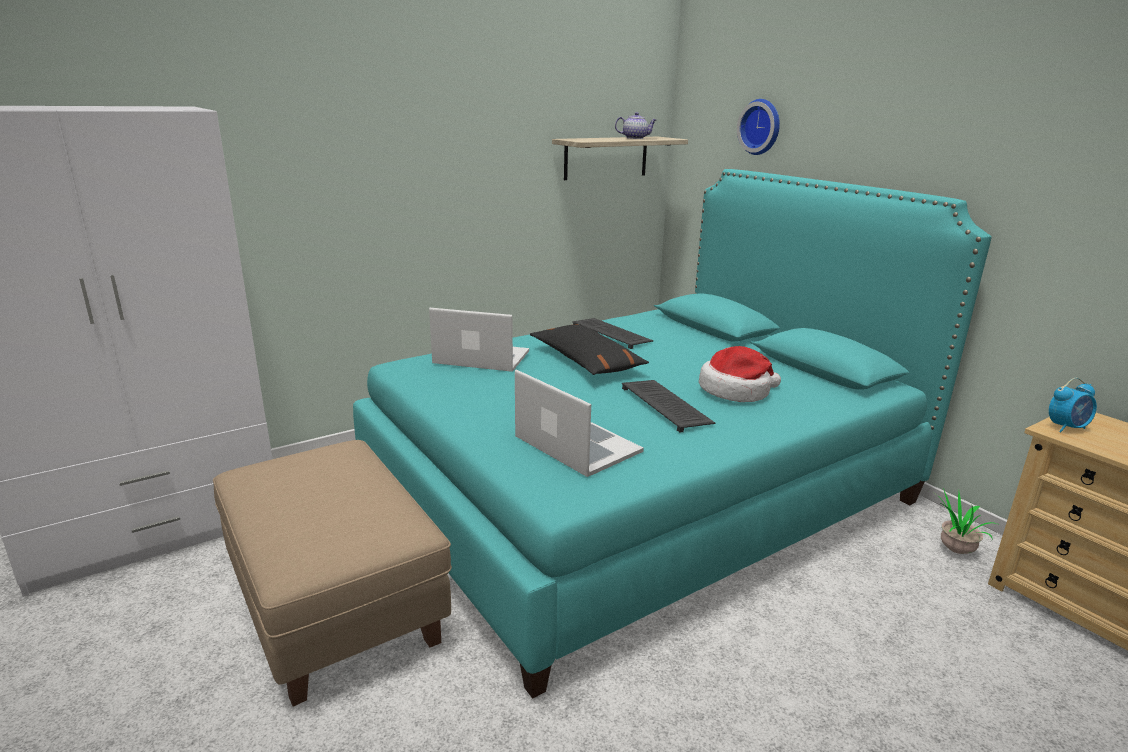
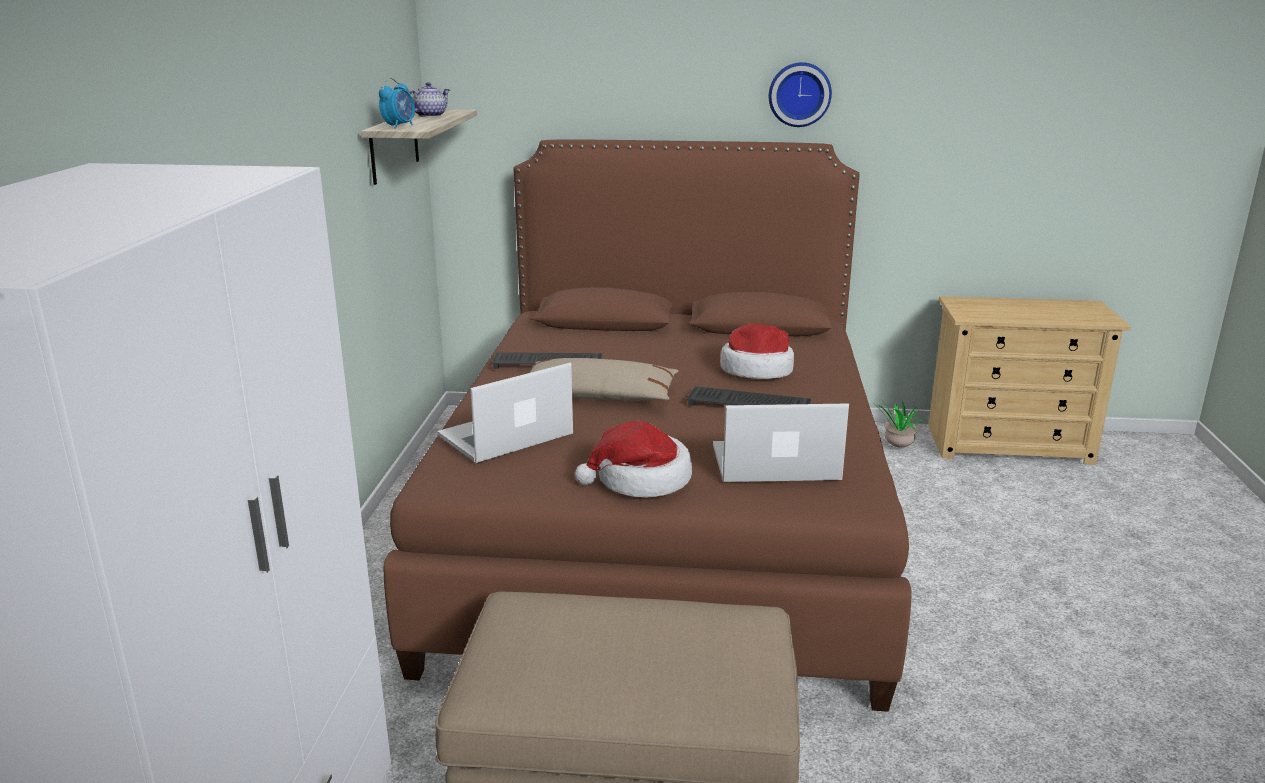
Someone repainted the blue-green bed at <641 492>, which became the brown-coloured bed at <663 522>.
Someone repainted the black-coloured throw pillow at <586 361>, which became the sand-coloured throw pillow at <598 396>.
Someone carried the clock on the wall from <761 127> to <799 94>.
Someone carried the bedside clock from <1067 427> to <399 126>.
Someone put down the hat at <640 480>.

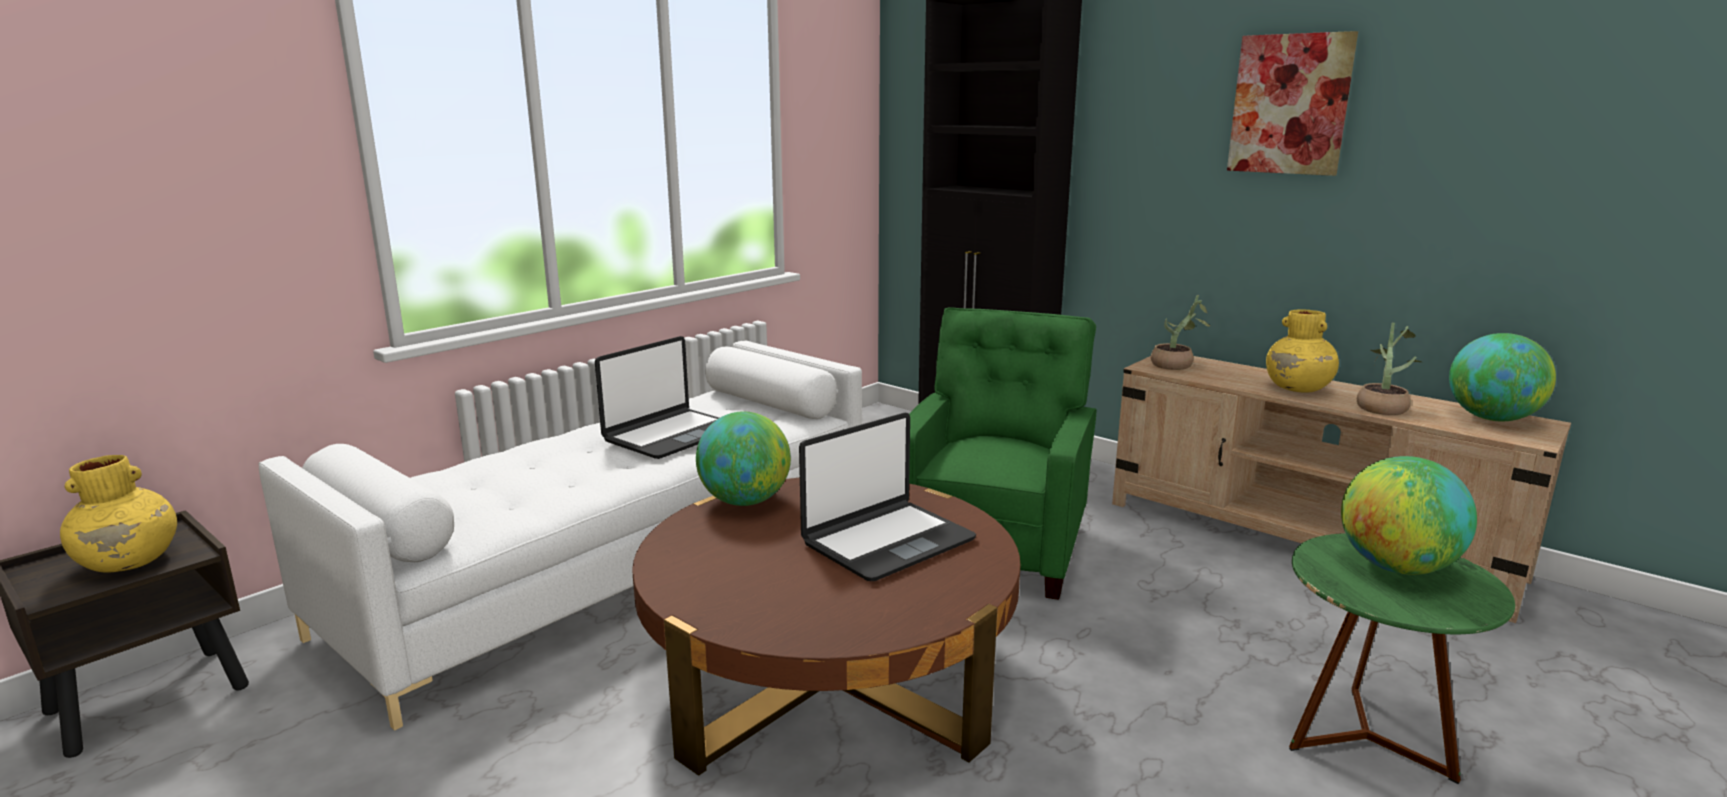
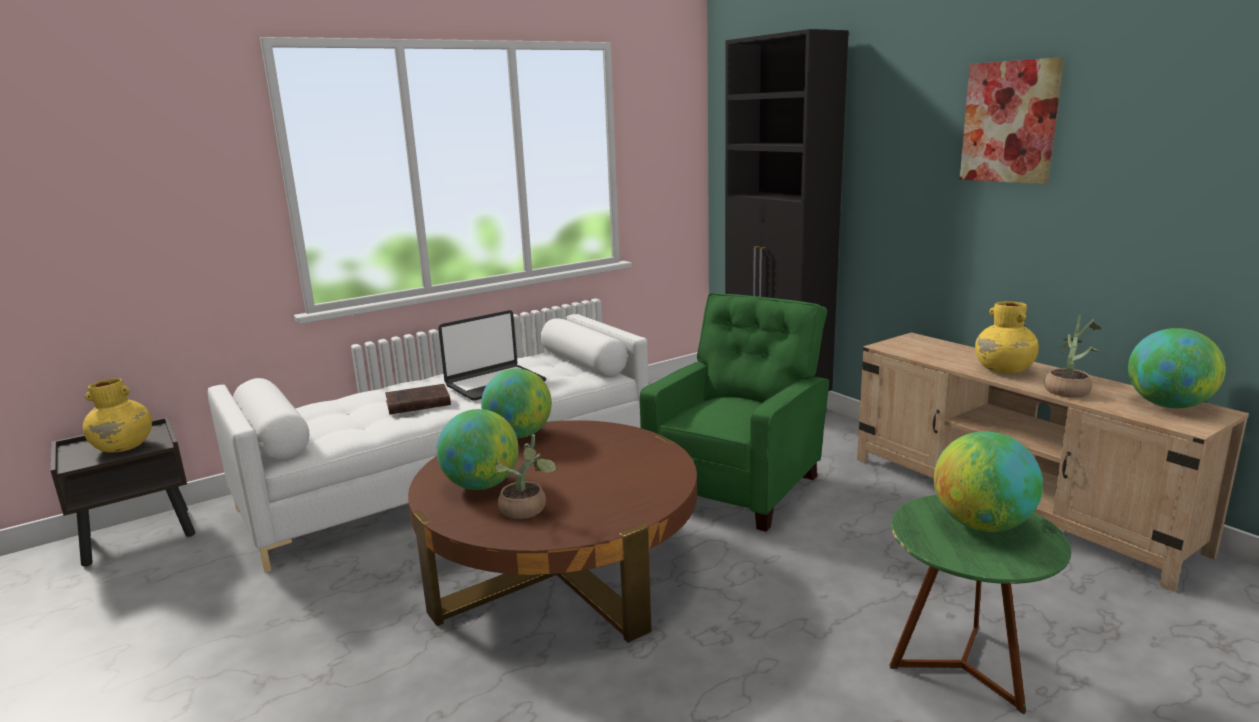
Someone took away the notebook computer at <887 541>.
Someone carried the potted plant from <1177 366> to <527 511>.
Someone put down the brown-coloured book at <416 404>.
Someone put down the world globe at <481 485>.

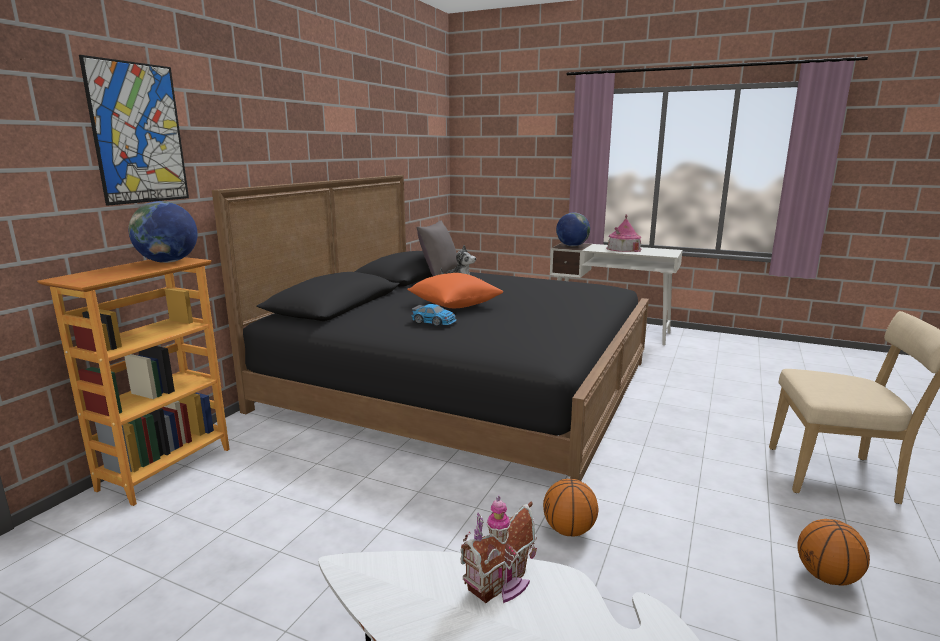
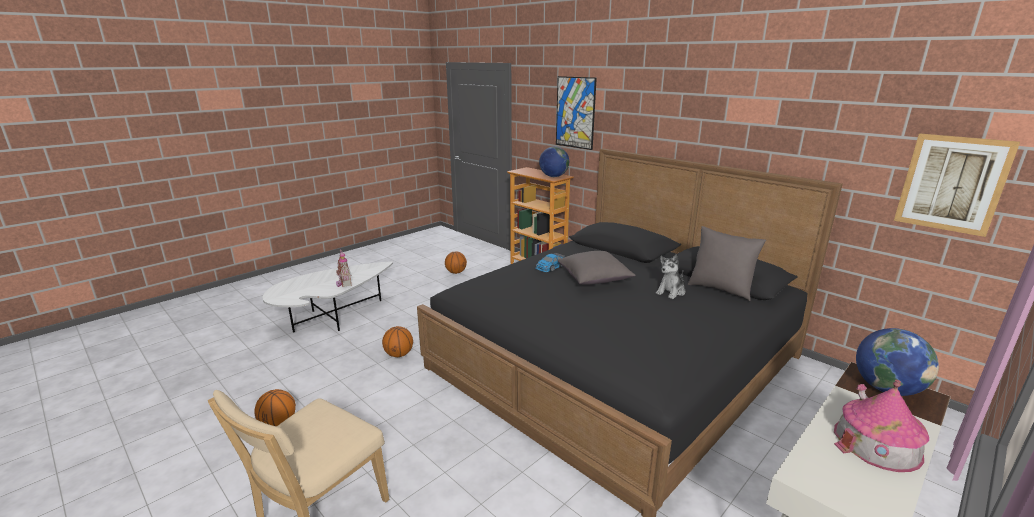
Someone repainted the orange throw pillow at <454 305>, which became the grey throw pillow at <594 279>.
Someone put down the ball for basketball at <456 272>.
Someone put up the wall art at <952 184>.

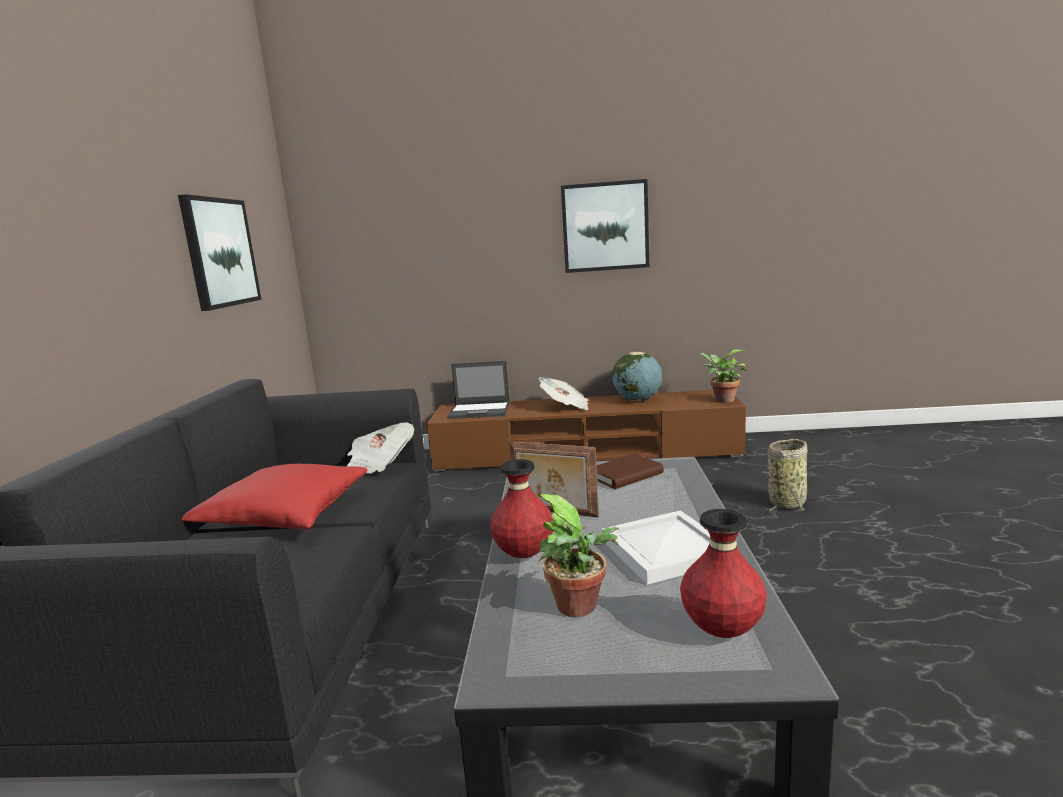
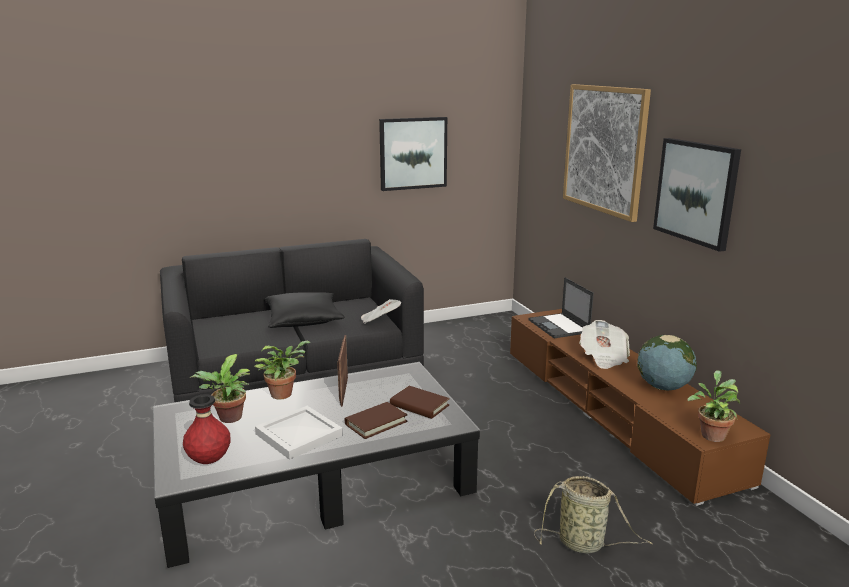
Someone repainted the red throw pillow at <285 516>, which became the black-coloured throw pillow at <303 320>.
Someone swapped the red flower vase at <524 554> for the potted plant at <283 393>.
Someone put down the brown-coloured book at <376 423>.
Someone put up the wall art at <604 149>.

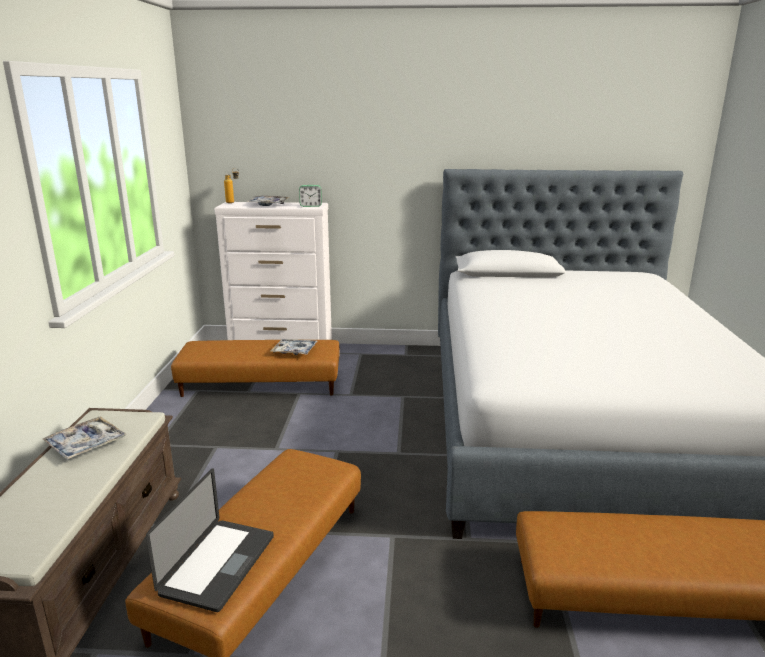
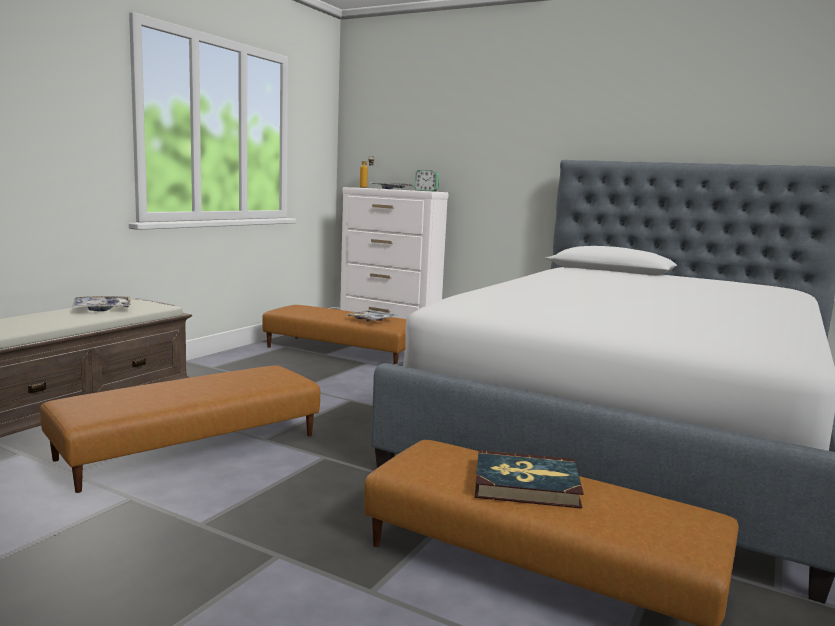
Someone took away the notebook computer at <218 565>.
Someone put down the book at <526 484>.

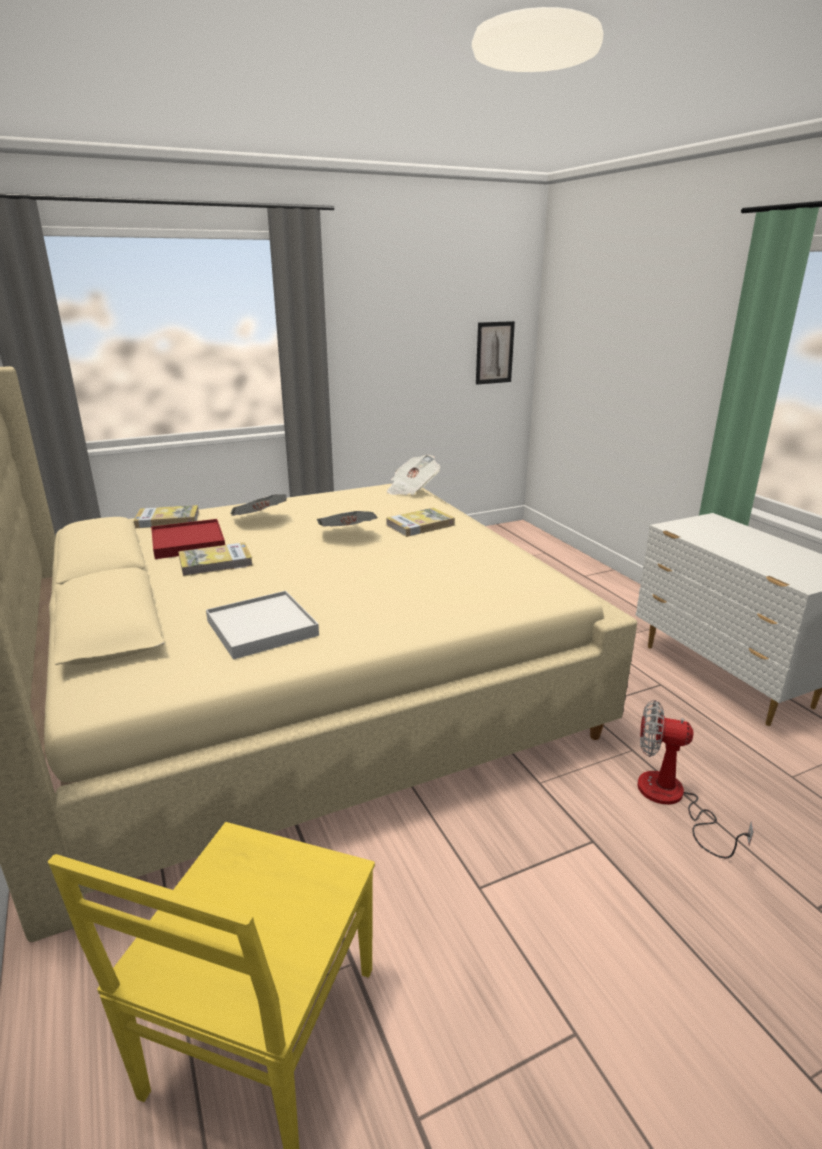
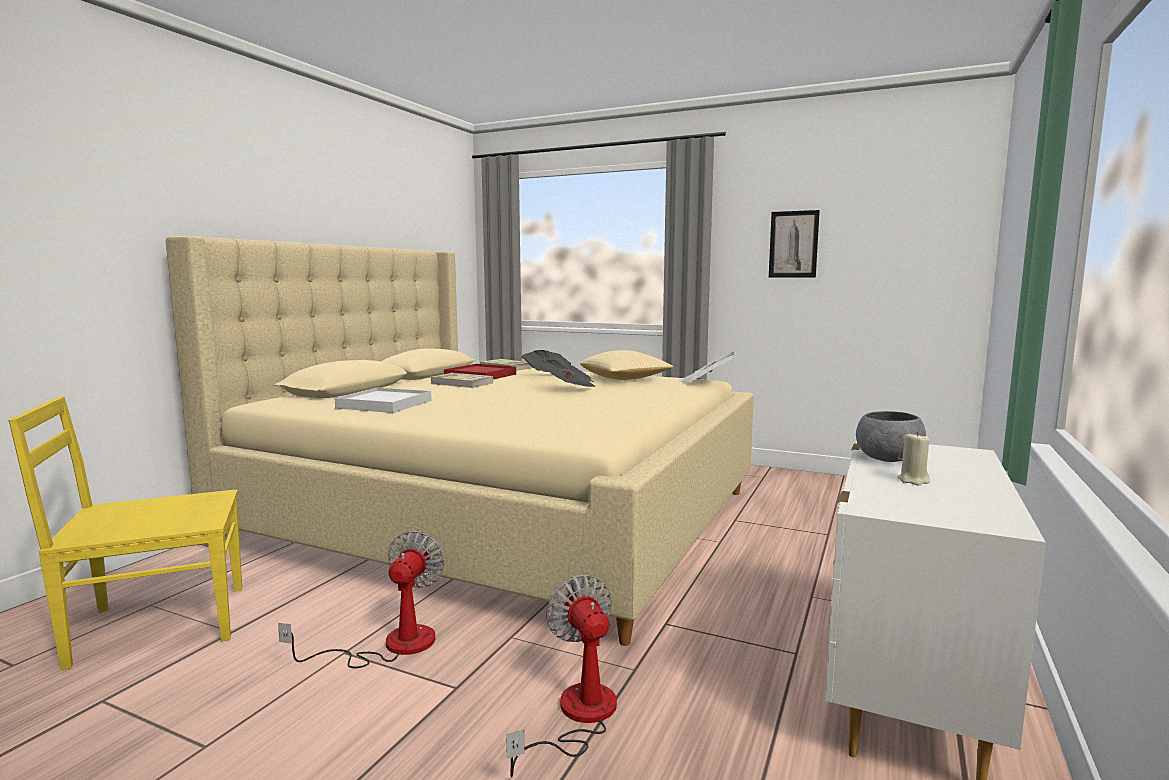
Someone took away the book at <420 525>.
Someone carried the wall art from <494 353> to <793 244>.
Someone put down the cooling fan at <391 646>.
Someone put down the throw pillow at <625 379>.
Someone put down the grey serving bowl at <886 459>.
Someone put down the sand-coloured wax candle at <913 480>.

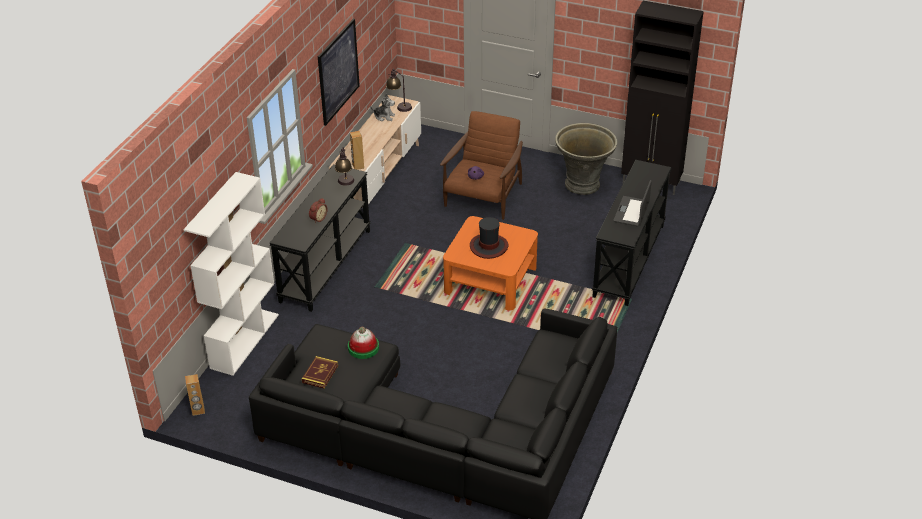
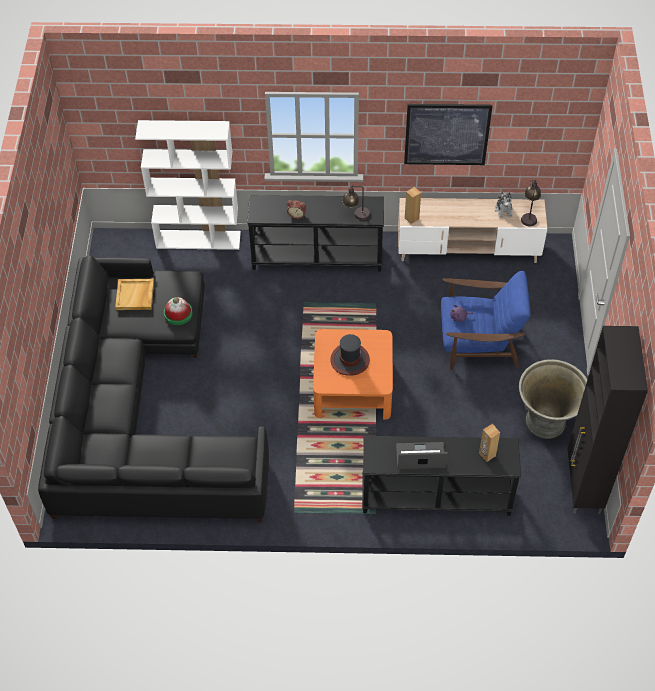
Someone carried the brown-coloured loudspeaker from <198 410> to <487 454>.
Someone swapped the book at <320 374> for the sand-coloured tray at <135 296>.
Someone repainted the brown-coloured easy chair at <483 197>, which became the bluish easy chair at <478 342>.

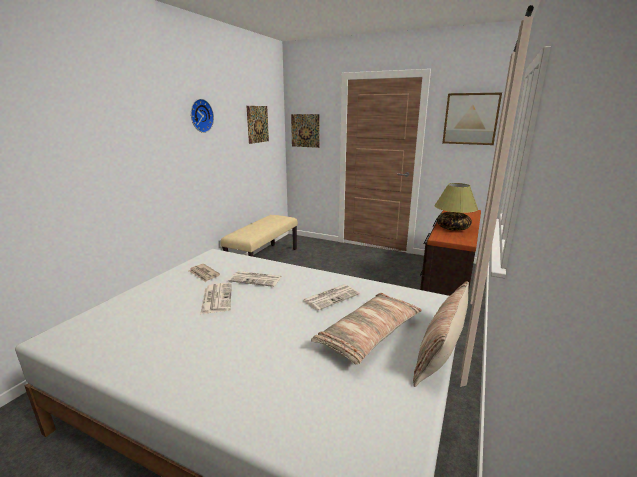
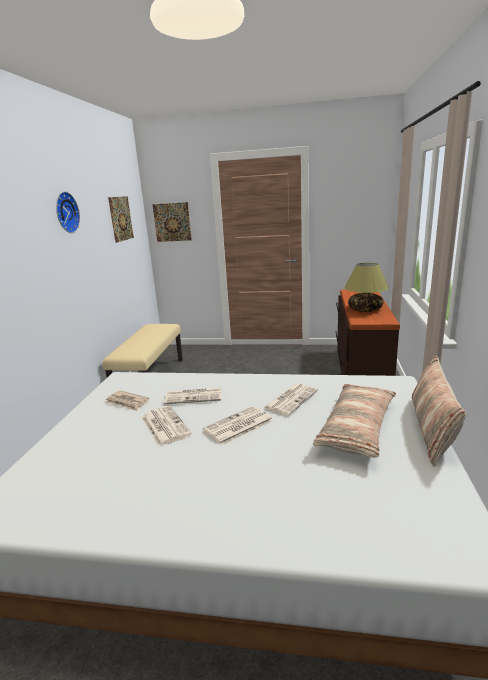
Someone took away the wall art at <470 119>.
Someone put down the newspaper at <238 426>.

